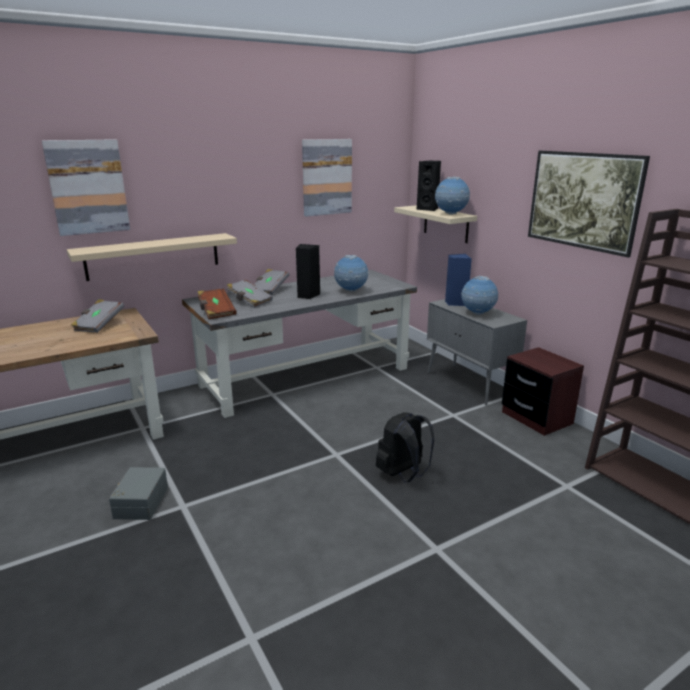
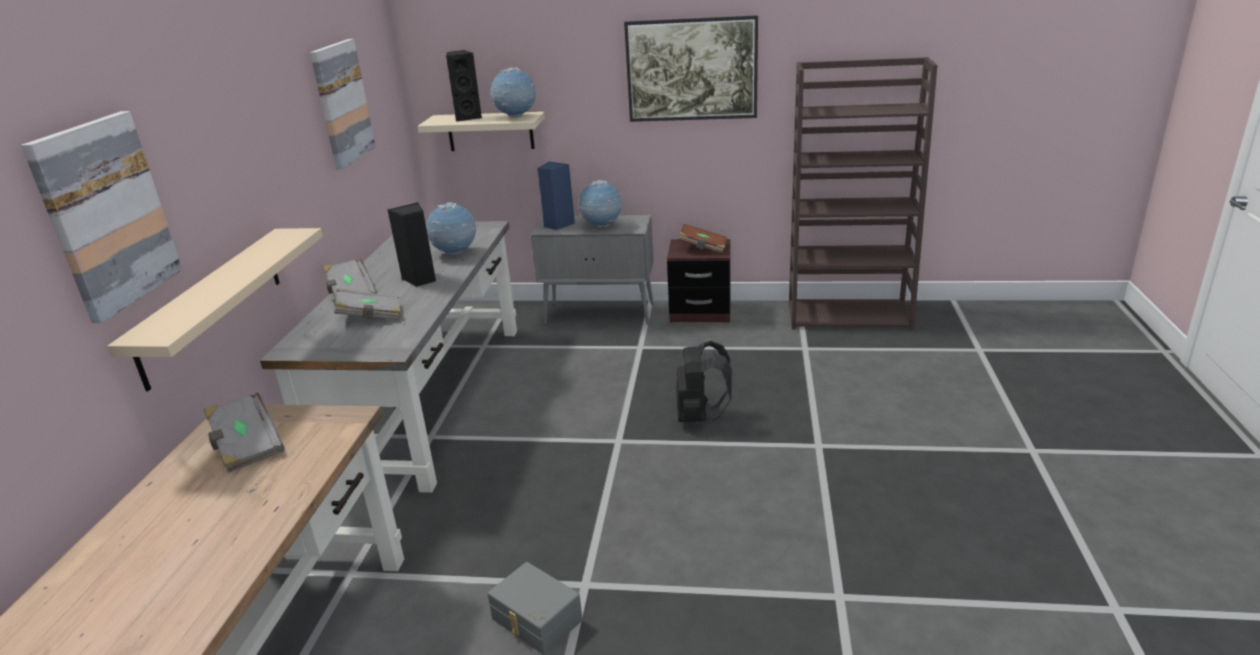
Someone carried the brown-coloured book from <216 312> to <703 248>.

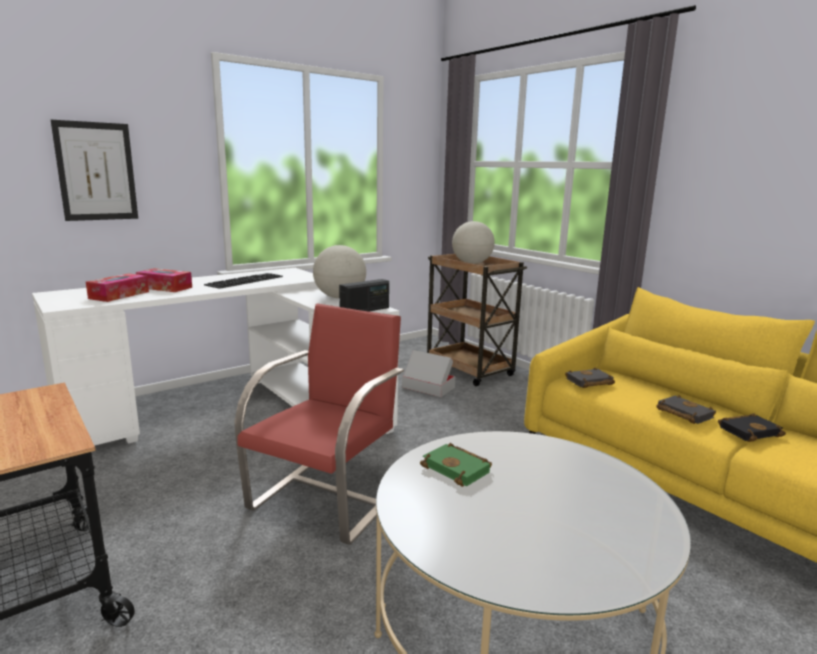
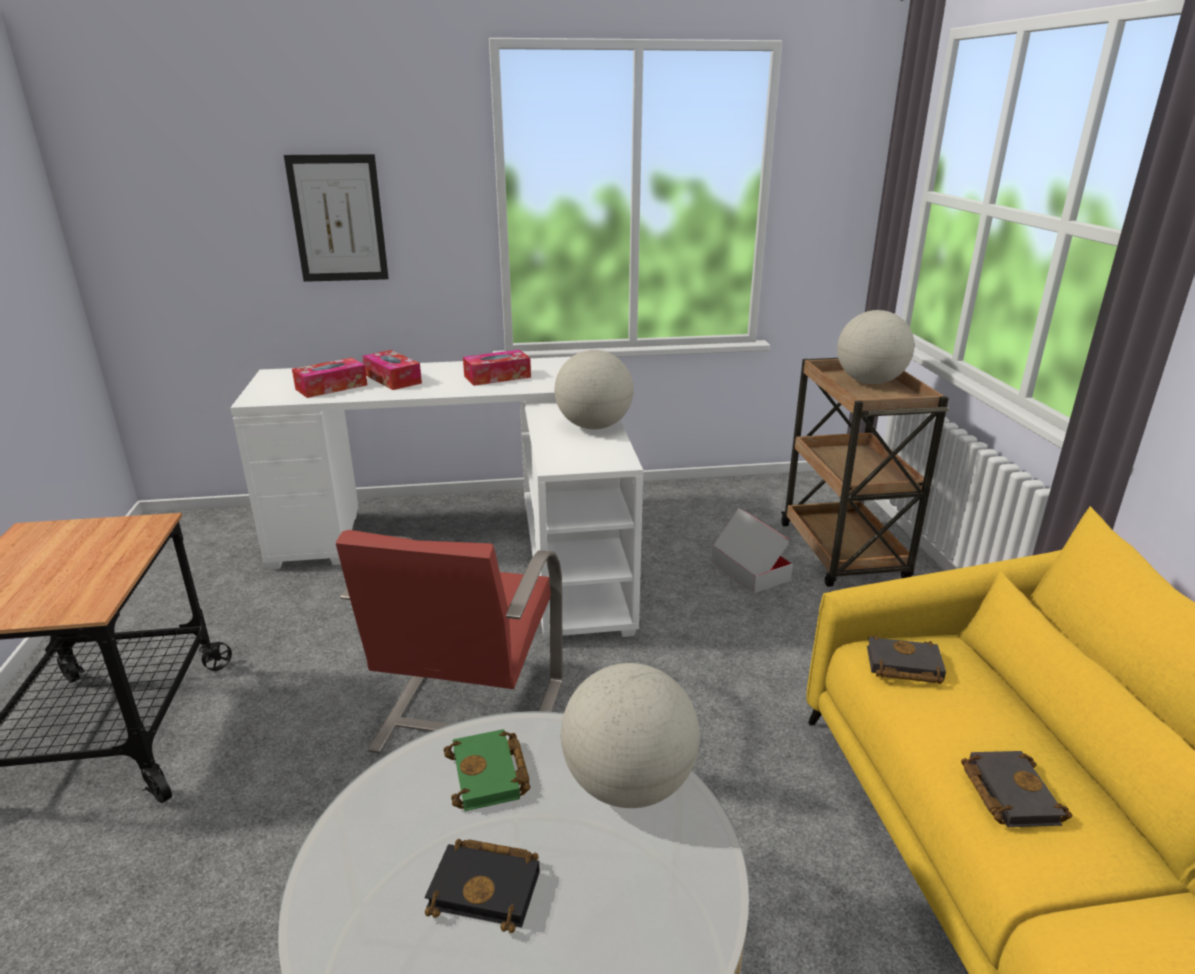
Someone swapped the computer keyboard at <244 280> for the tissue box at <497 377>.
Someone rotated the red upright chair at <327 499> by 135 degrees clockwise.
Someone took away the radio set at <365 310>.
Someone carried the black-coloured book from <749 431> to <488 887>.
Someone put down the world globe at <628 785>.

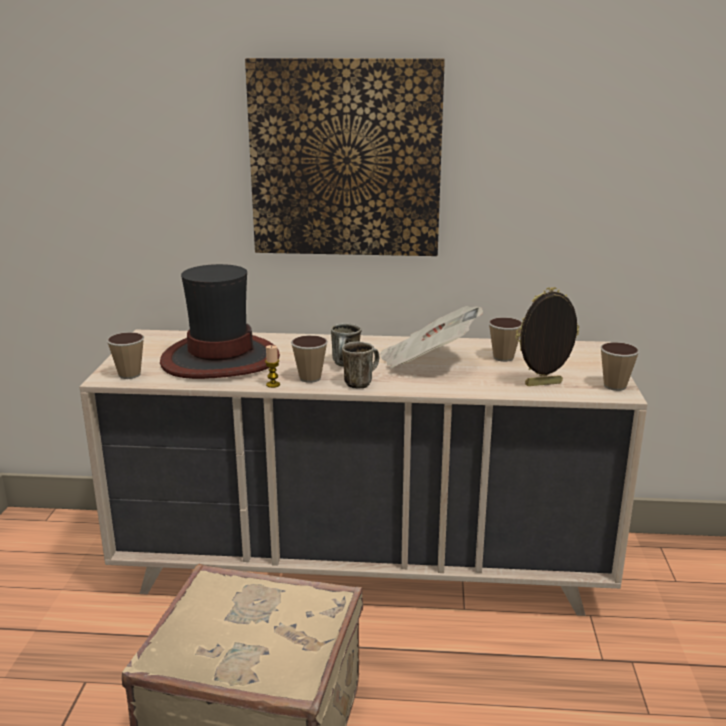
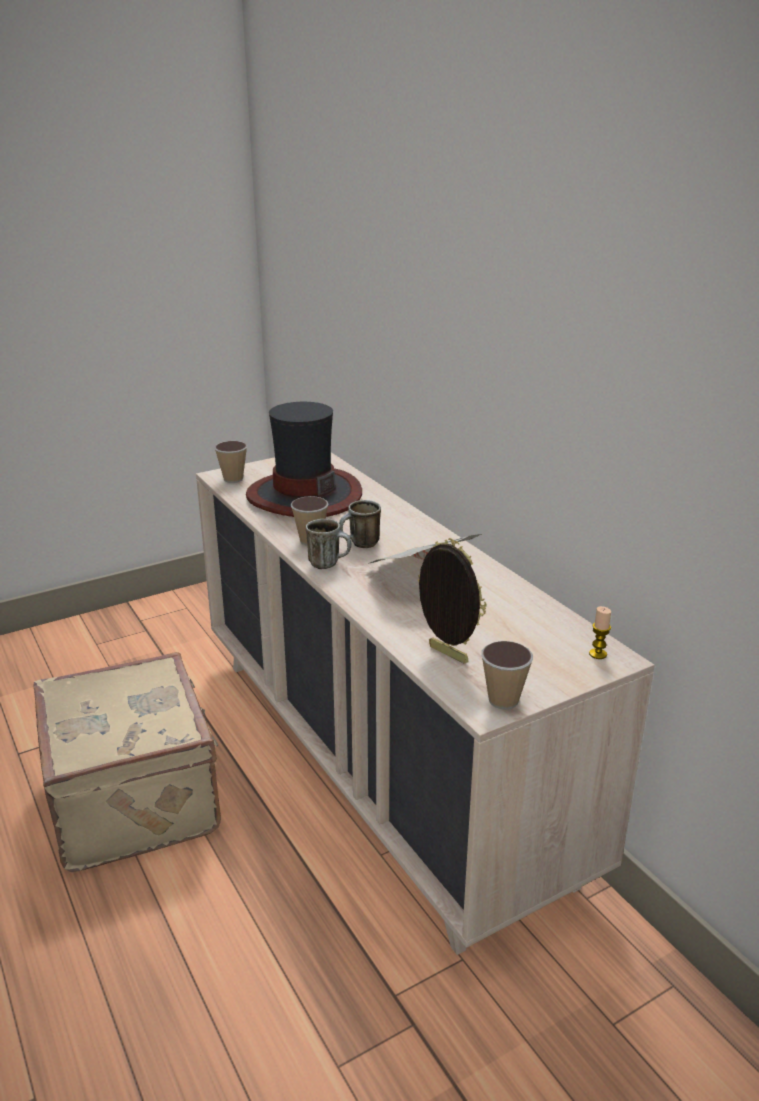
Someone took away the wall art at <345 159>.
Someone carried the wax candle from <273 385> to <598 654>.
Someone took away the drinking cup at <503 358>.

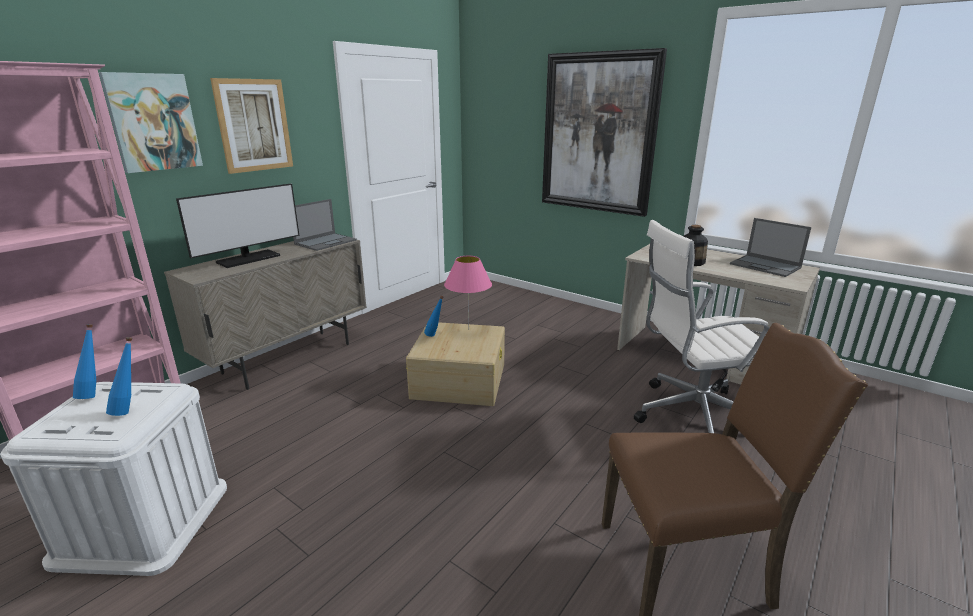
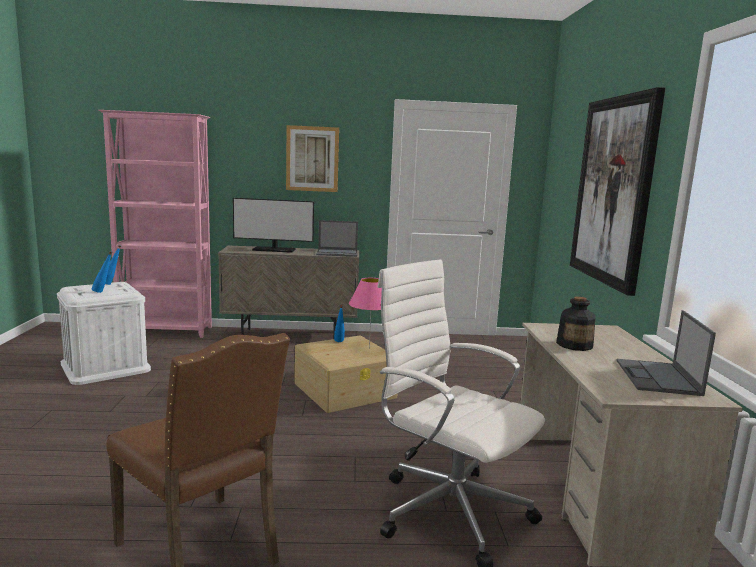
Someone took away the wall art at <153 122>.

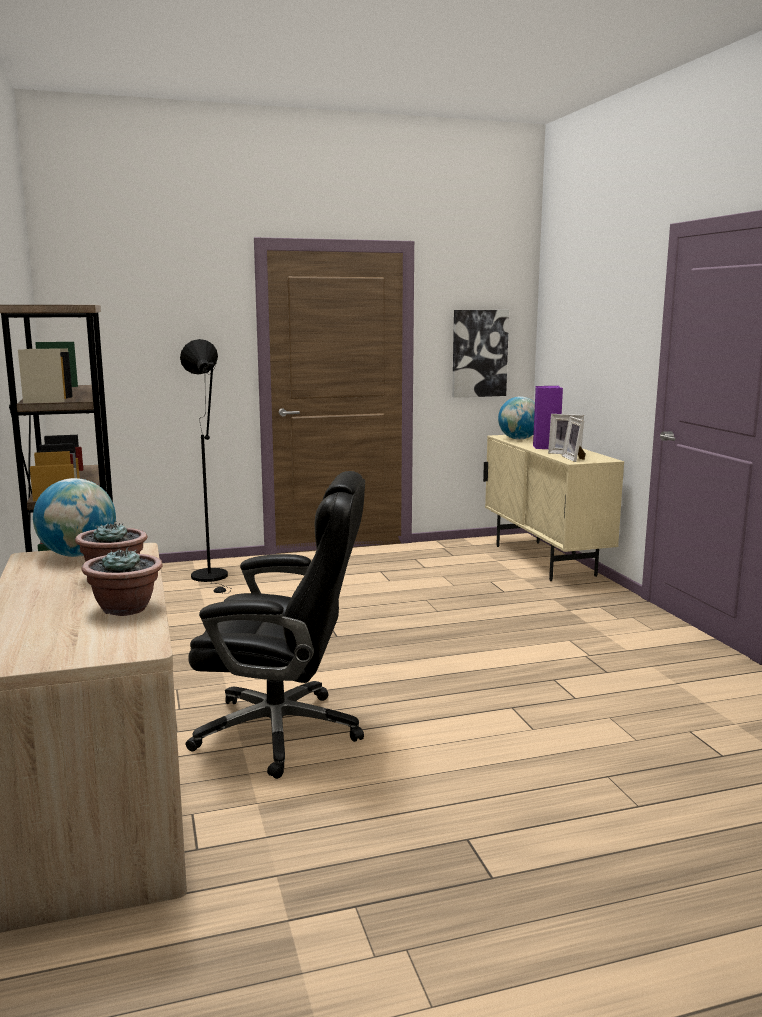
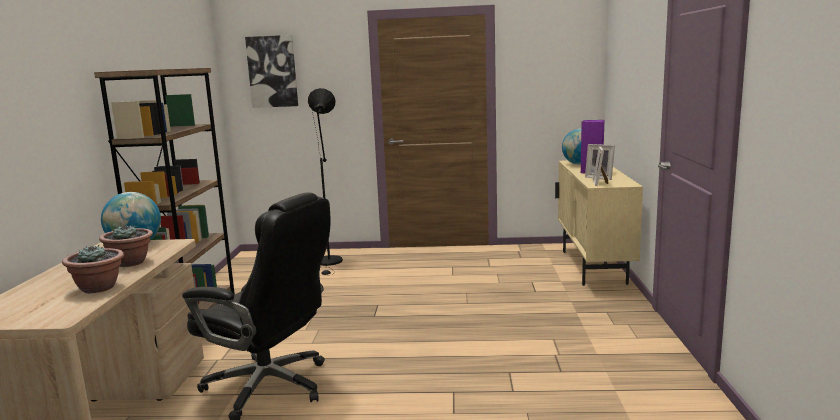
Someone carried the wall art from <479 353> to <272 71>.

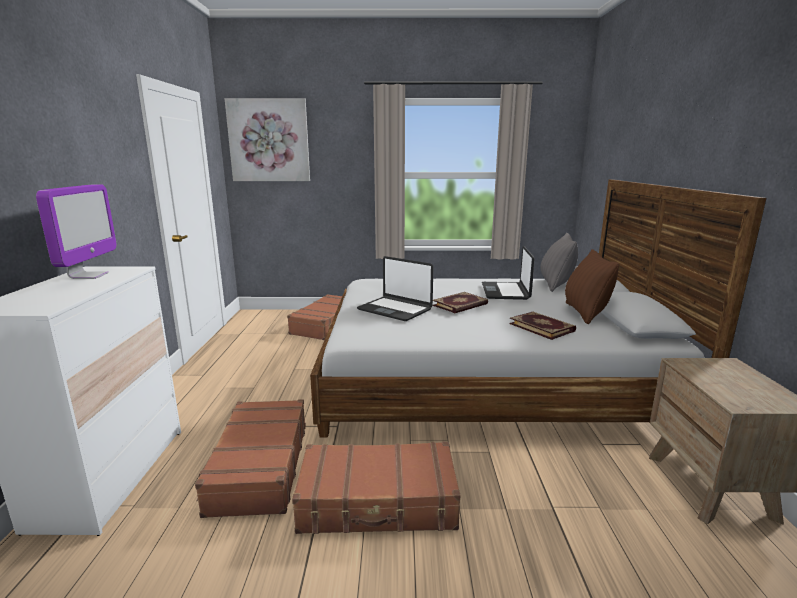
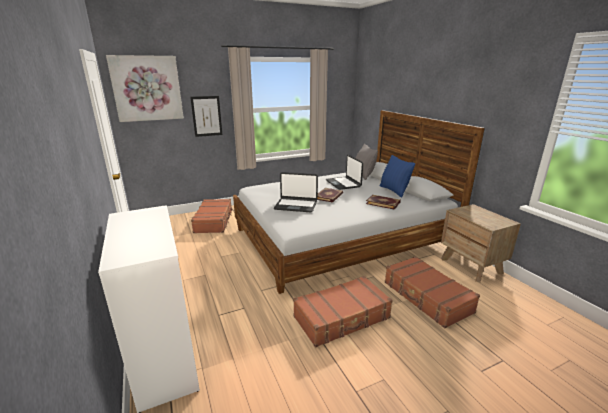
Someone took away the computer display at <89 276>.
Someone carried the brown-coloured travel case from <259 467> to <426 297>.
Someone repainted the brown-coloured throw pillow at <585 313>, which became the bluish throw pillow at <394 191>.
Someone put up the wall art at <206 116>.

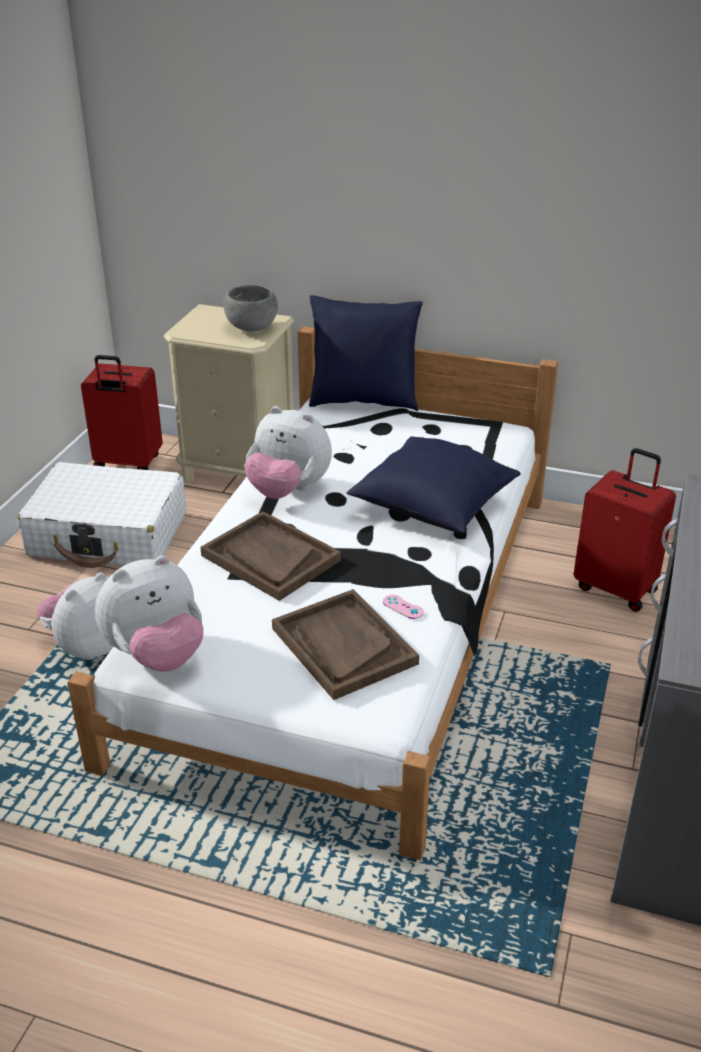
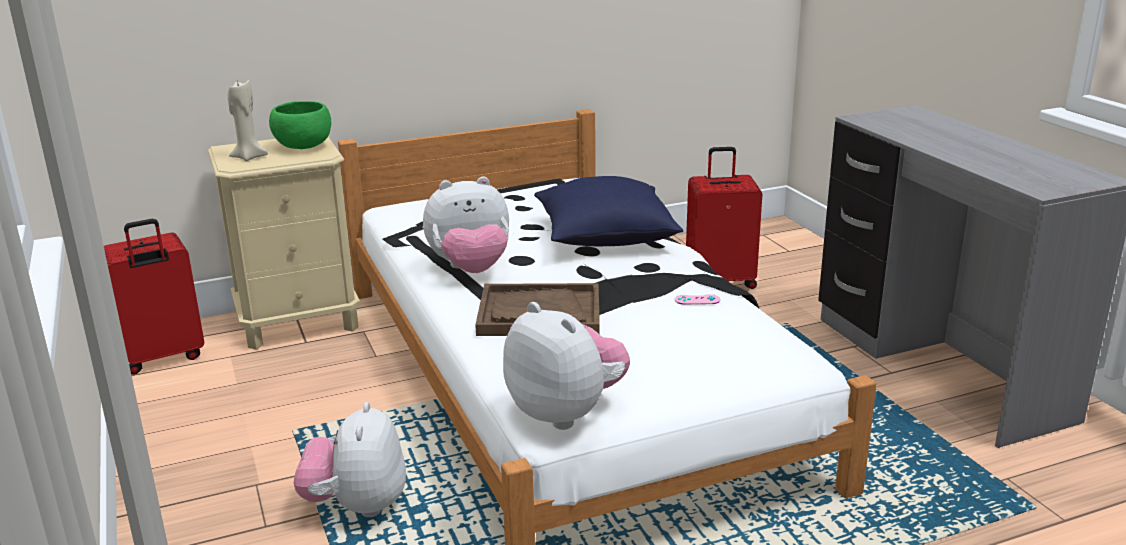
Someone took away the white travel case at <109 535>.
Someone rotated the soft toy at <156 656> by 60 degrees counterclockwise.
Someone repainted the grey serving bowl at <251 328>, which became the greenish serving bowl at <303 147>.
Someone took away the brown-coloured tray at <343 646>.
Someone took away the bluish throw pillow at <363 401>.
Someone put down the sand-coloured wax candle at <249 157>.

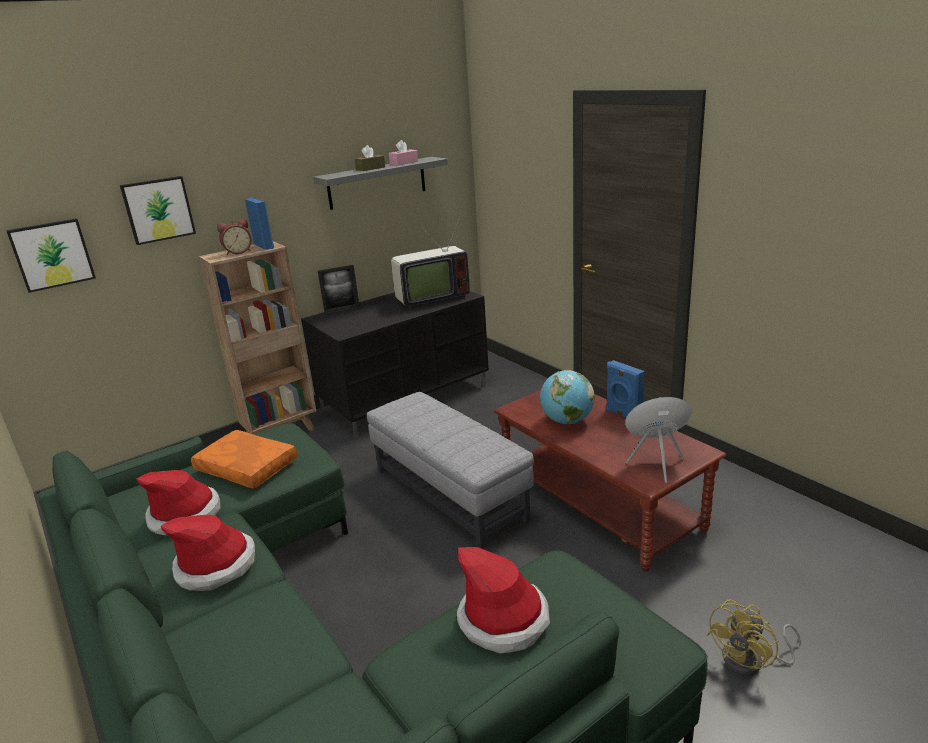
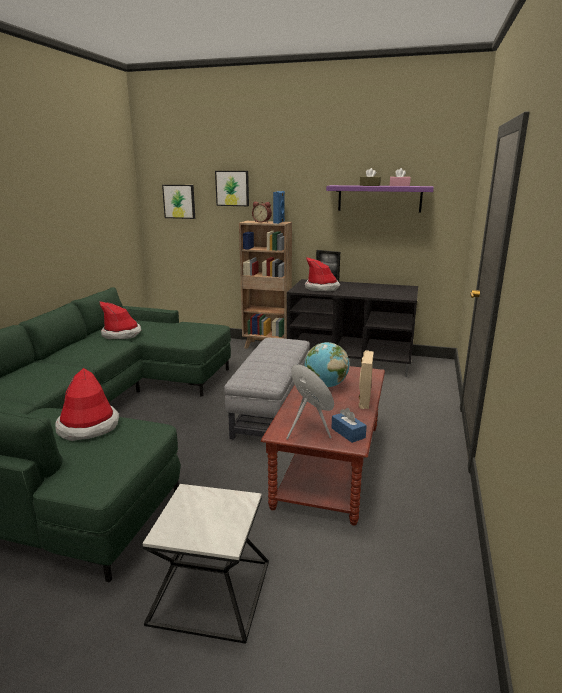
Someone carried the hat from <216 565> to <322 288>.
Someone took away the orange throw pillow at <245 468>.
Someone repainted the grey bracket shelf at <377 183>, which became the purplish bracket shelf at <379 198>.
Someone took away the TV at <430 299>.
Someone repainted the bluish loudspeaker at <623 415>, which became the sand-coloured loudspeaker at <364 401>.
Someone swapped the yellow-coloured cooling fan at <751 662> for the side table at <211 592>.
Someone put down the bluish tissue box at <348 433>.

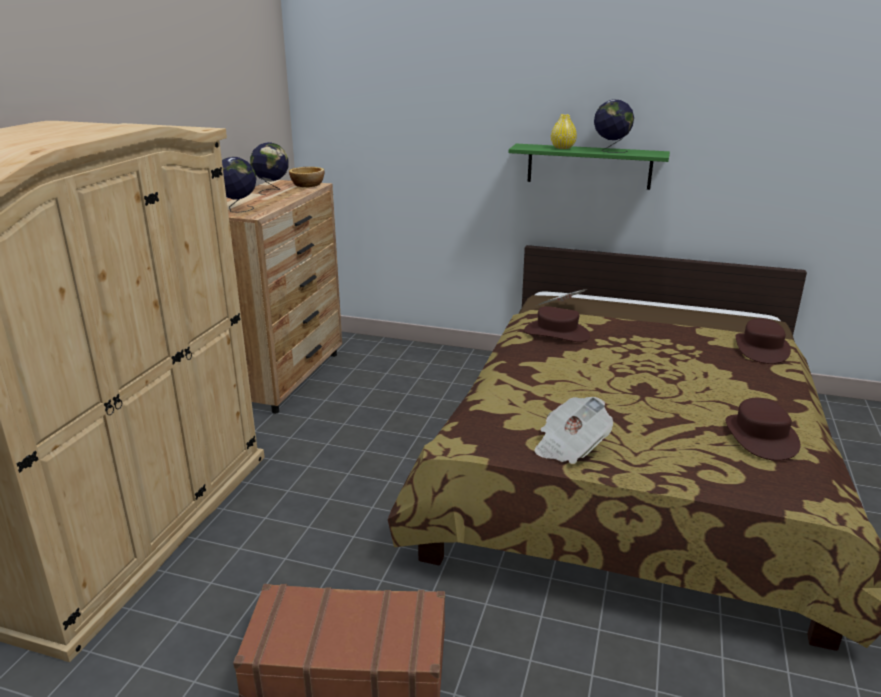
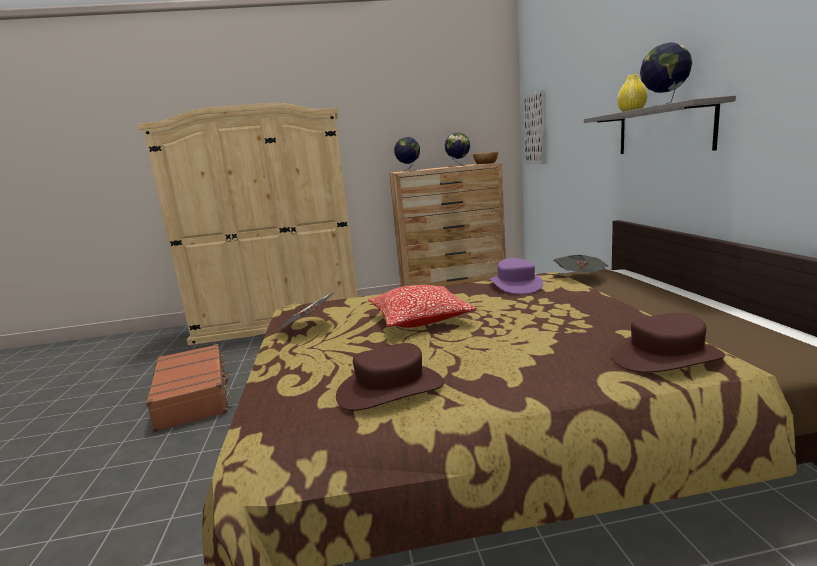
Someone repainted the greenish bracket shelf at <589 166>, which became the grey bracket shelf at <663 130>.
Someone repainted the brown-coloured hat at <556 333>, which became the purplish hat at <516 285>.
Someone put down the throw pillow at <420 319>.
Someone put up the wall art at <535 129>.

